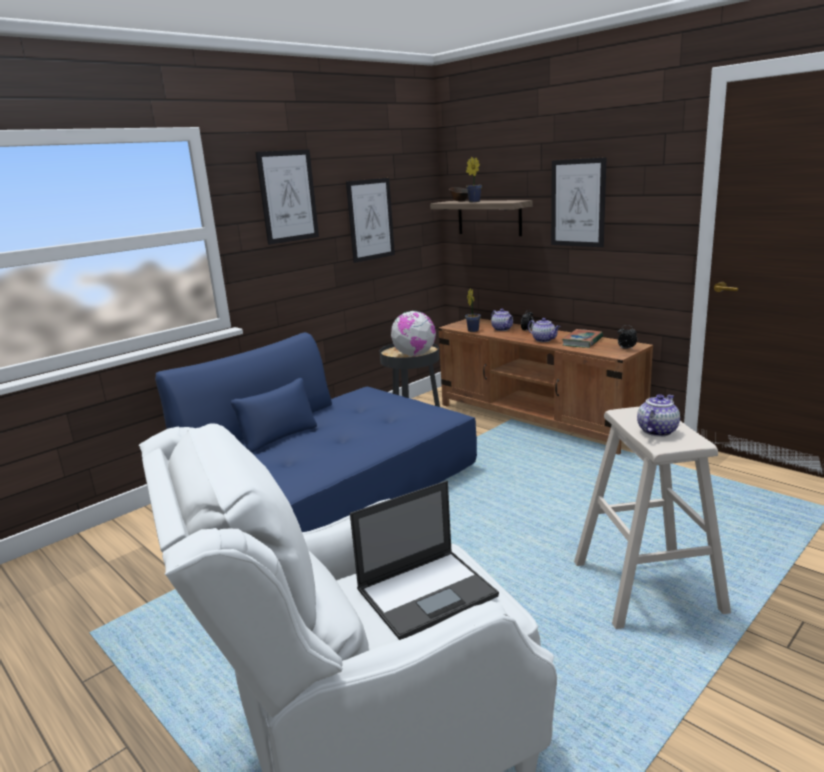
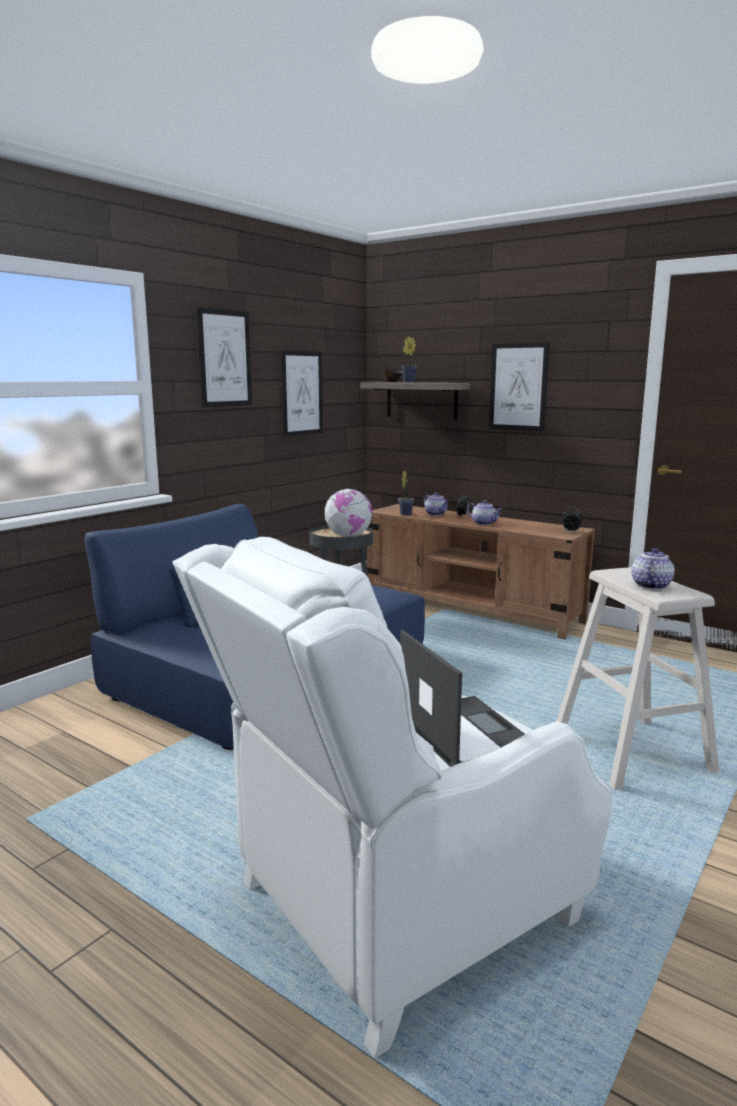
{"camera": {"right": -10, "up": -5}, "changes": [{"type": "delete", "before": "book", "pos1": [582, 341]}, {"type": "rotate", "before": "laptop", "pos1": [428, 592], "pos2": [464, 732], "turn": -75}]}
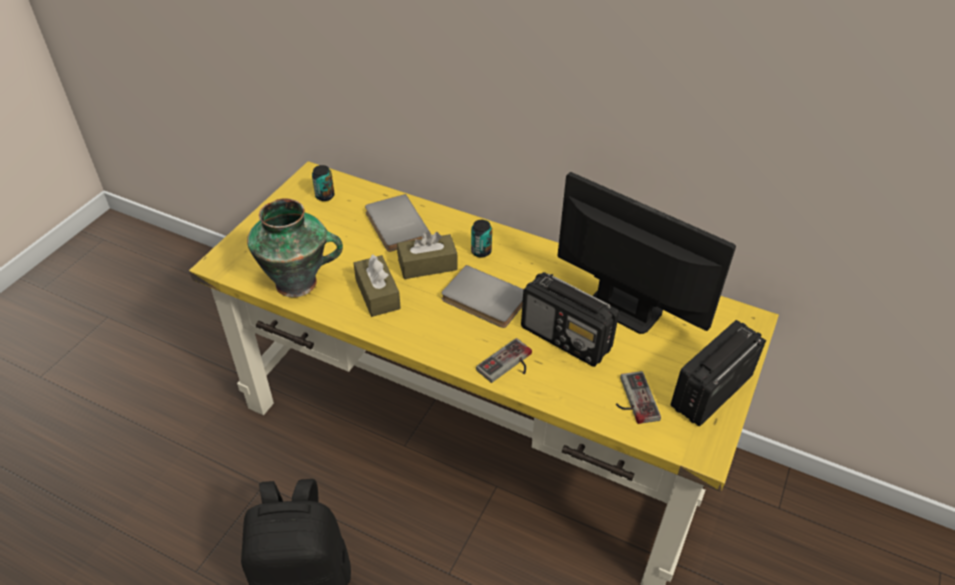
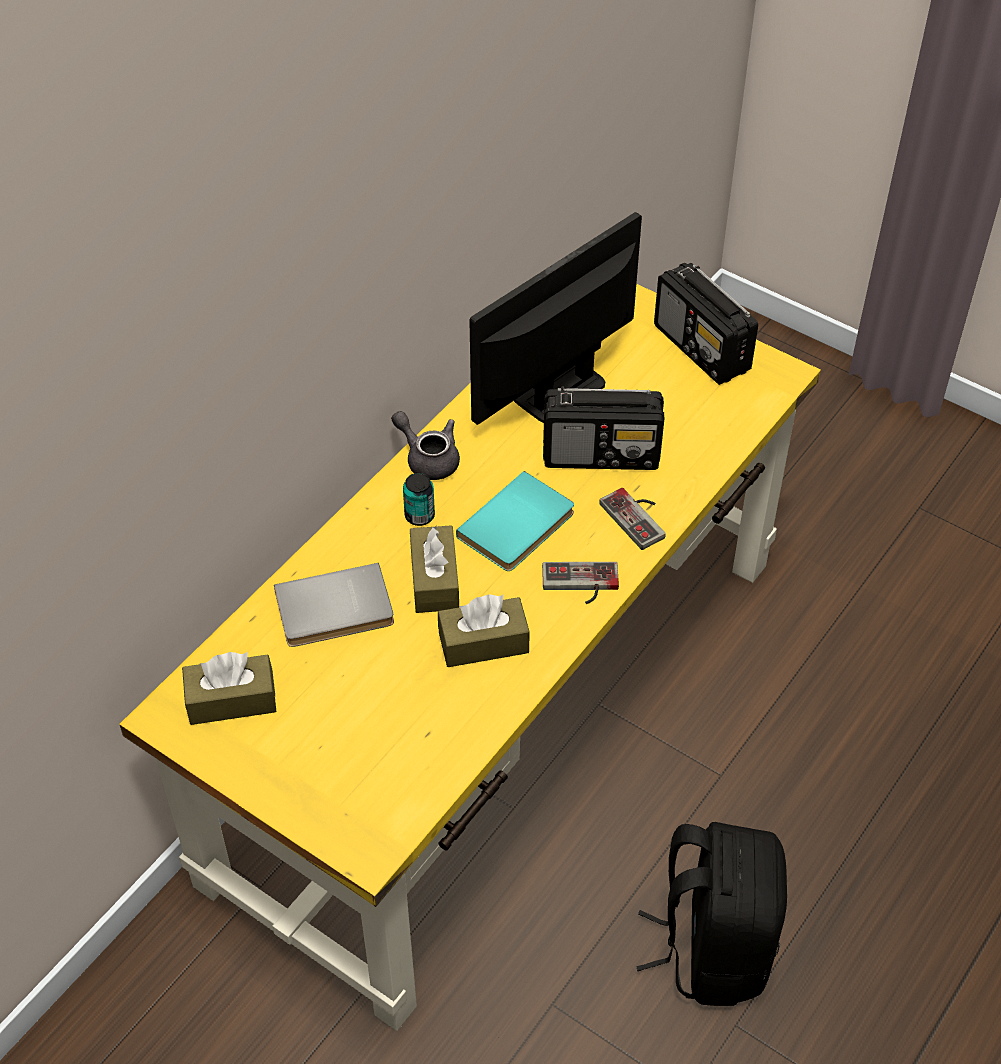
{"camera": {"right": -80, "up": 5}, "changes": [{"type": "replace", "before": "can", "after": "brown_tissue_box", "pos1": [325, 196], "pos2": [231, 700]}, {"type": "delete", "before": "vase", "pos1": [299, 283]}, {"type": "recolor", "before": "grey_book", "after": "turquoise_book", "pos1": [483, 300], "pos2": [519, 526]}, {"type": "rotate", "before": "radio", "pos1": [566, 338], "pos2": [602, 455], "turn": 45}, {"type": "move", "before": "game_controller", "pos1": [632, 399], "pos2": [580, 585]}, {"type": "insert", "after": "grey_teapot", "pos2": [428, 458]}]}
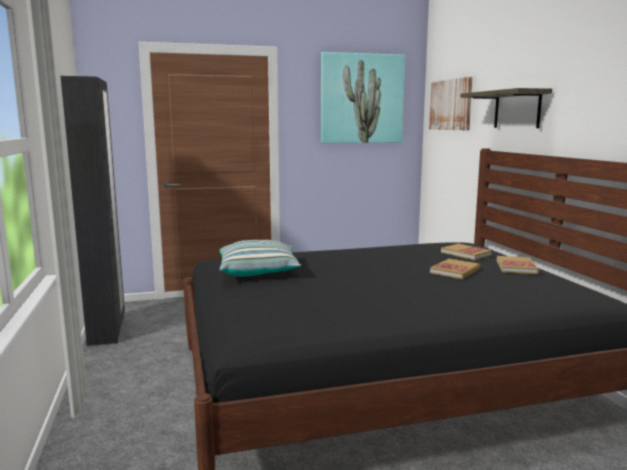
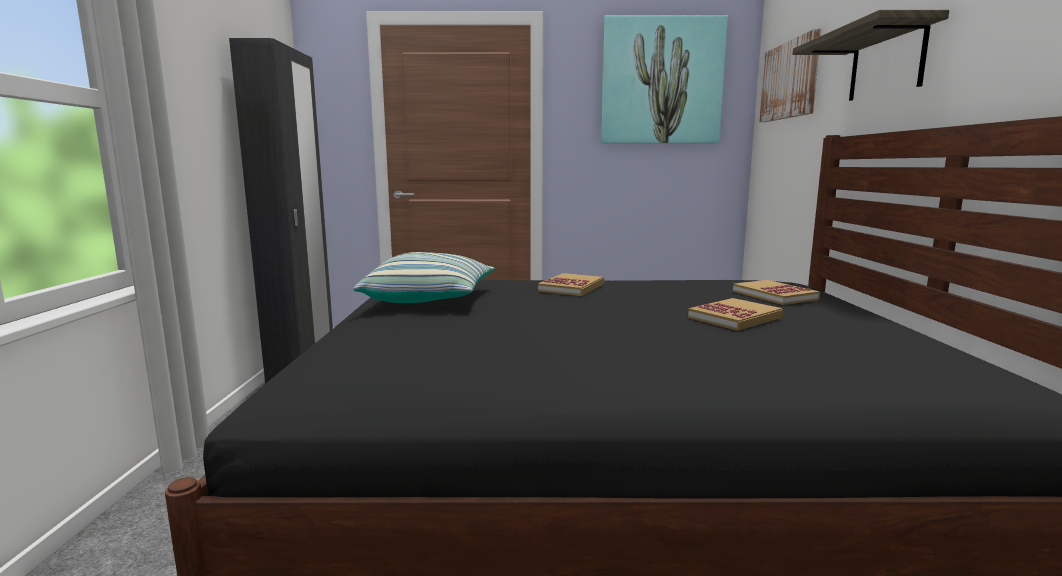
{"camera": {"right": 15, "up": 0}, "changes": [{"type": "move", "before": "book", "pos1": [516, 267], "pos2": [571, 287]}]}
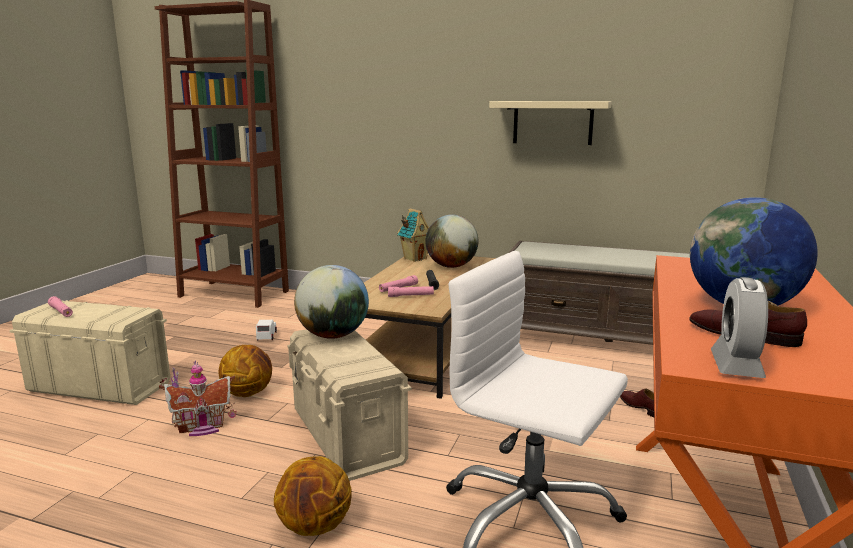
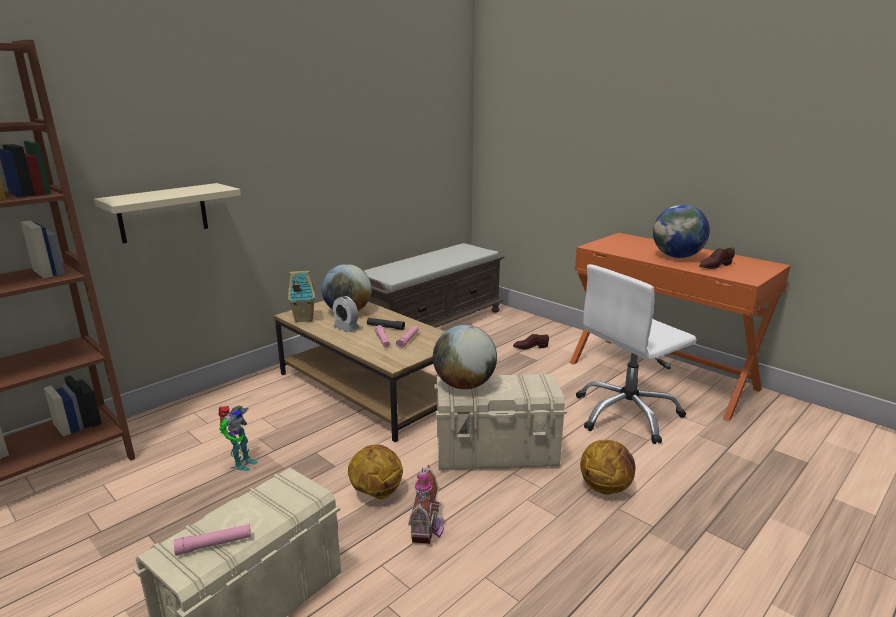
{"camera": {"right": -65, "up": 5}, "changes": [{"type": "move", "before": "beige_shelf", "pos1": [552, 122], "pos2": [163, 213]}, {"type": "move", "before": "alarm_clock", "pos1": [736, 365], "pos2": [346, 328]}, {"type": "replace", "before": "white_toy_car", "after": "toy_robot", "pos1": [267, 336], "pos2": [241, 464]}]}
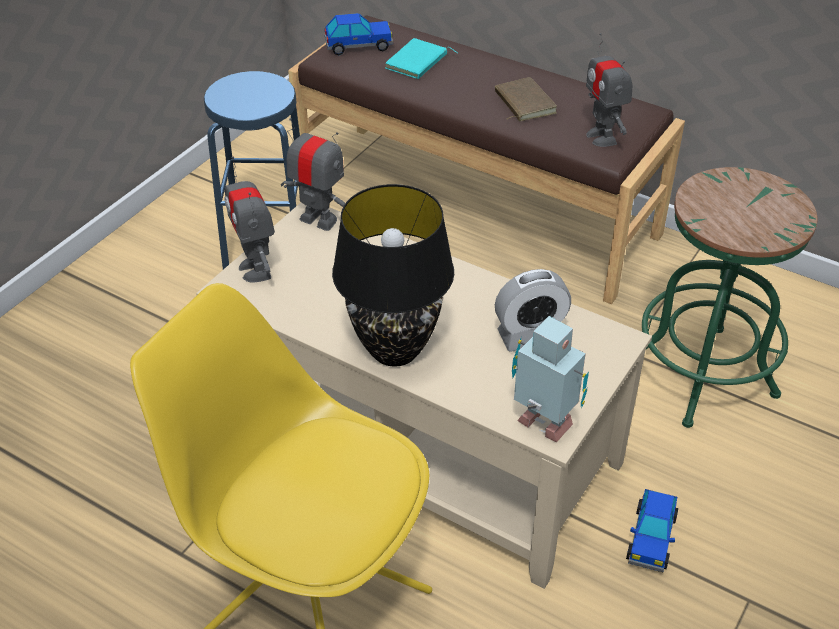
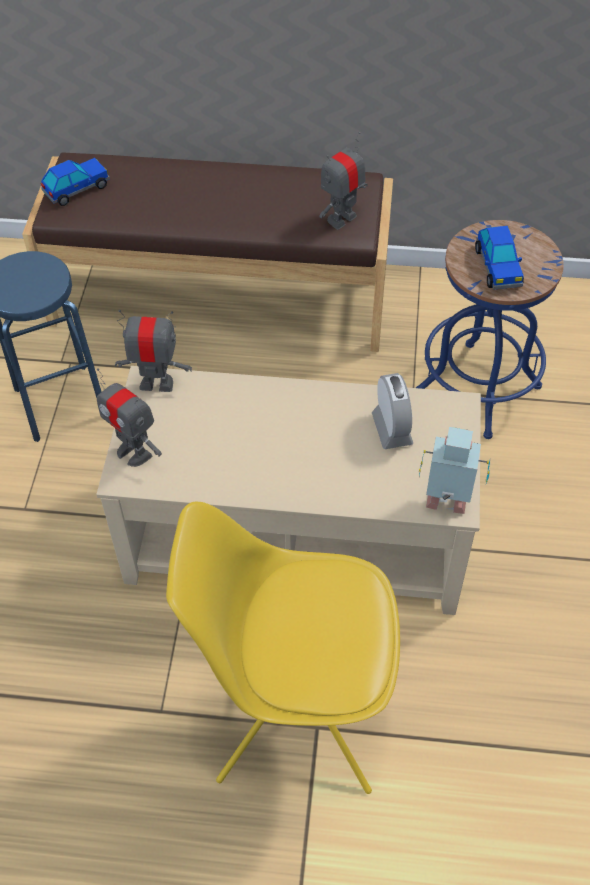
{"camera": {"right": -25, "up": 10}, "changes": [{"type": "rotate", "before": "toy_robot", "pos1": [602, 137], "pos2": [341, 219], "turn": 90}, {"type": "delete", "before": "turquoise_book", "pos1": [418, 63]}, {"type": "delete", "before": "brown_book", "pos1": [522, 103]}, {"type": "recolor", "before": "green_stool", "after": "blue_stool", "pos1": [703, 375], "pos2": [478, 389]}, {"type": "delete", "before": "black_table_lamp", "pos1": [394, 349]}, {"type": "rotate", "before": "alarm_clock", "pos1": [529, 336], "pos2": [392, 429], "turn": -60}, {"type": "move", "before": "toy_car", "pos1": [651, 538], "pos2": [498, 267]}]}
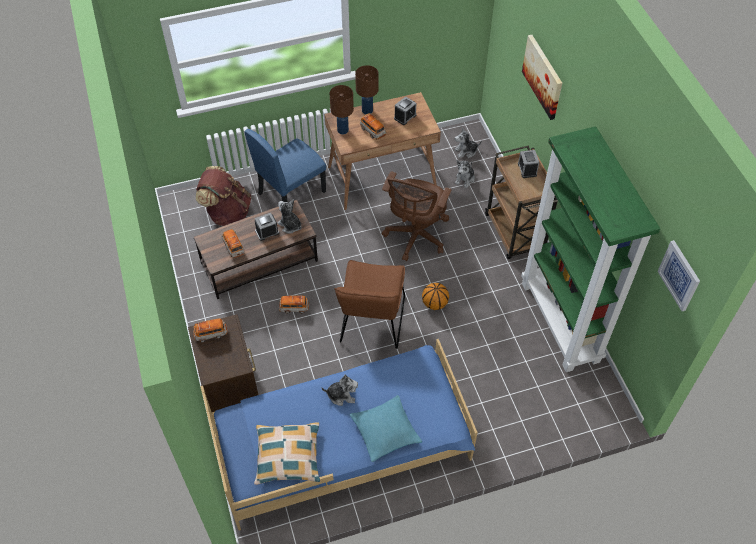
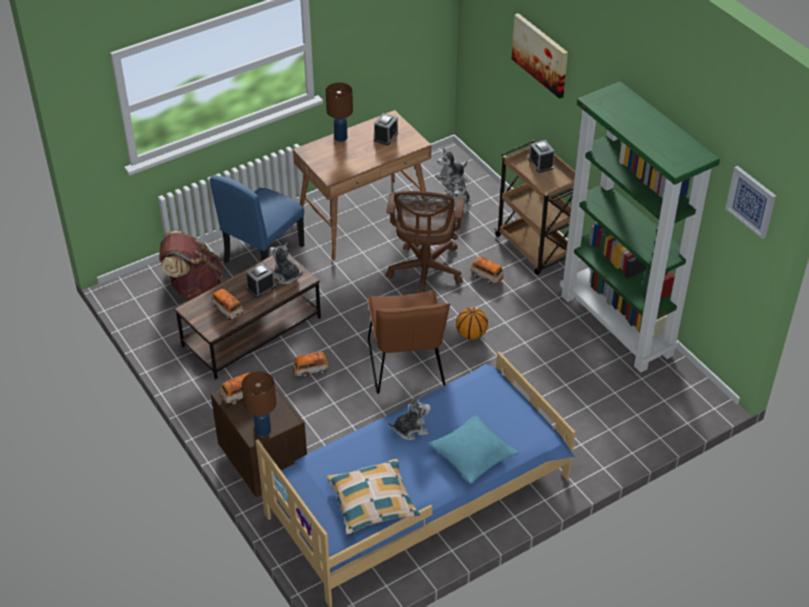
{"camera": {"right": -15, "up": -10}, "changes": [{"type": "move", "before": "brown_table_lamp", "pos1": [343, 130], "pos2": [263, 430]}, {"type": "move", "before": "toy_car", "pos1": [373, 131], "pos2": [486, 276]}]}
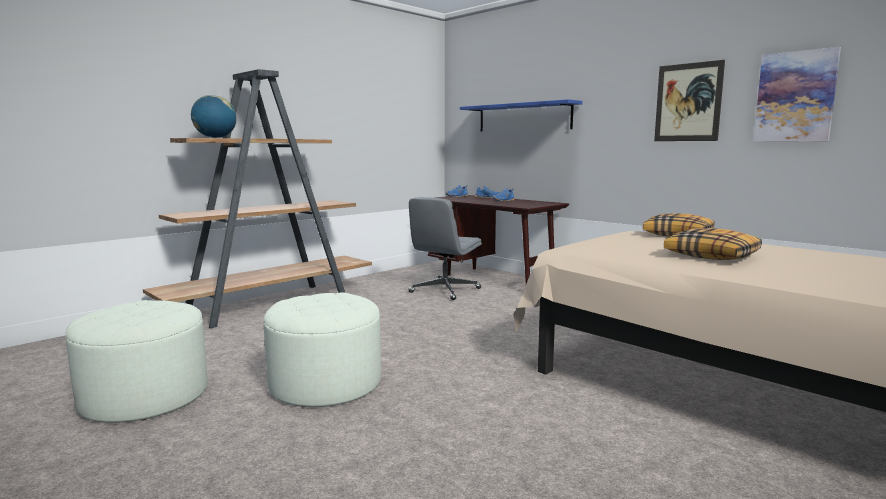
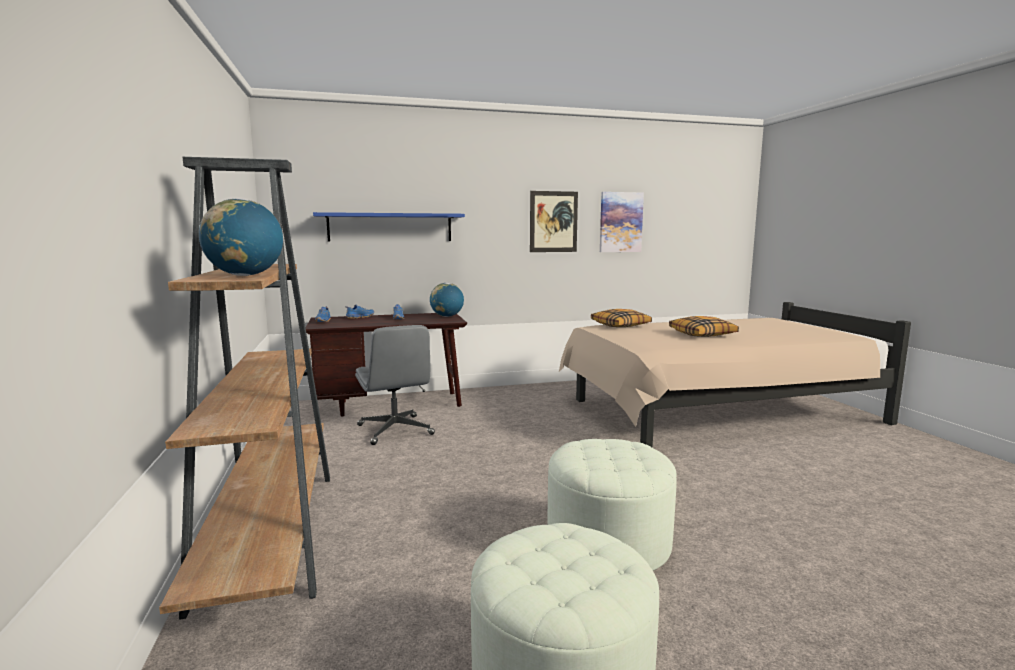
{"camera": {"right": -60, "up": 0}, "changes": [{"type": "insert", "after": "globe", "pos2": [447, 316]}]}
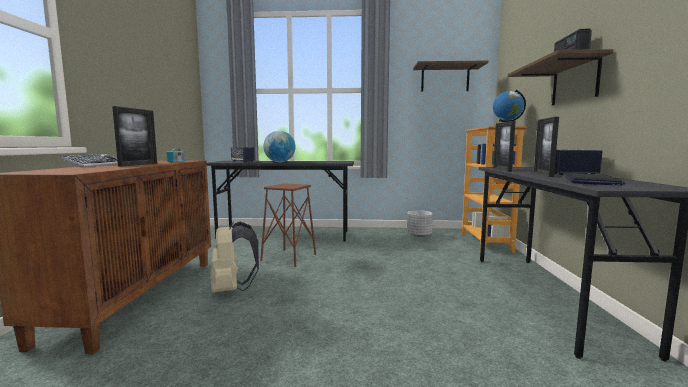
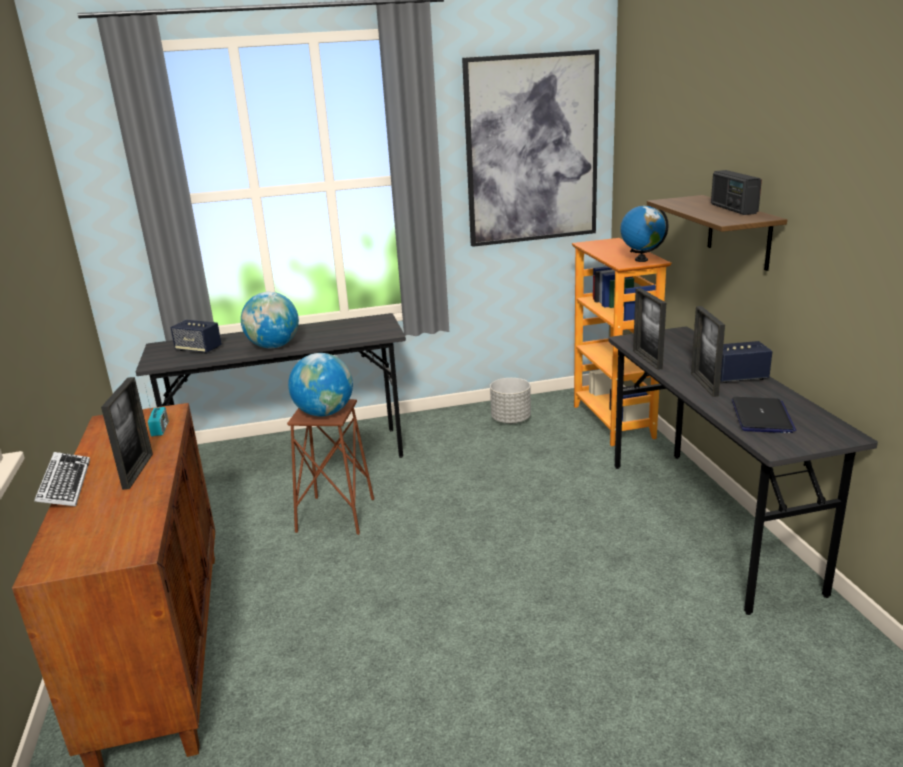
{"camera": {"right": -15, "up": 15}, "changes": [{"type": "replace", "before": "shelf", "after": "picture", "pos1": [445, 79], "pos2": [531, 150]}, {"type": "delete", "before": "beige_backpack", "pos1": [232, 289]}, {"type": "insert", "after": "globe", "pos2": [324, 413]}]}
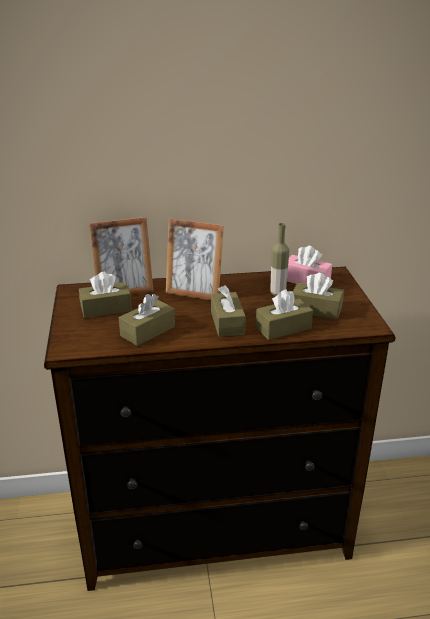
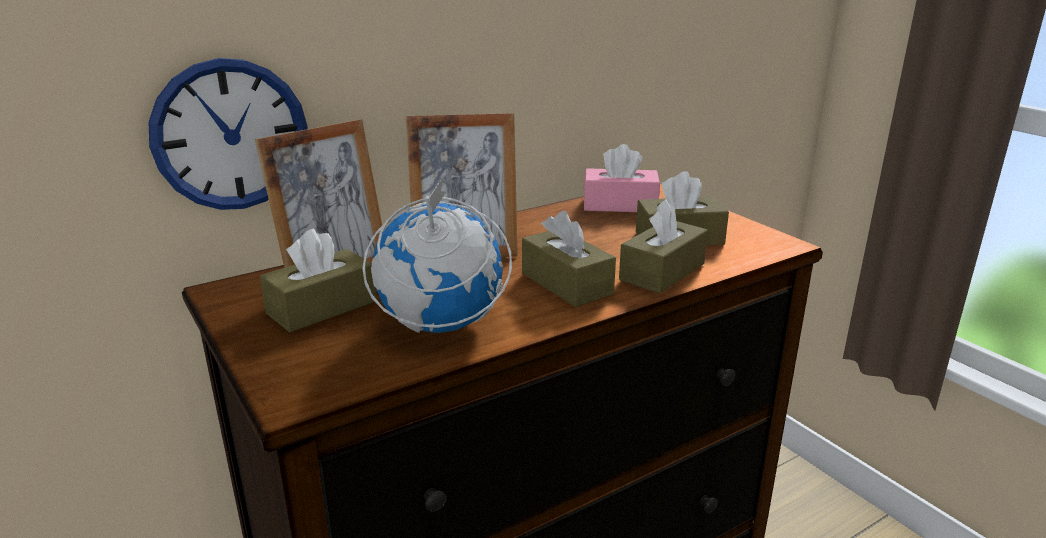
{"camera": {"right": -25, "up": -5}, "changes": [{"type": "delete", "before": "bottle", "pos1": [278, 293]}, {"type": "replace", "before": "brown_tissue_box", "after": "globe", "pos1": [148, 331], "pos2": [439, 326]}, {"type": "insert", "after": "wall_clock", "pos2": [231, 135]}]}
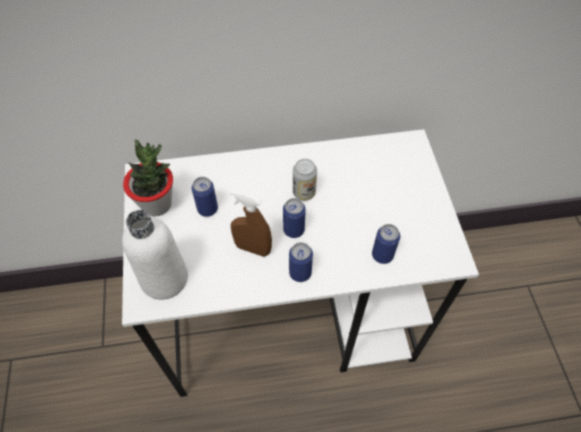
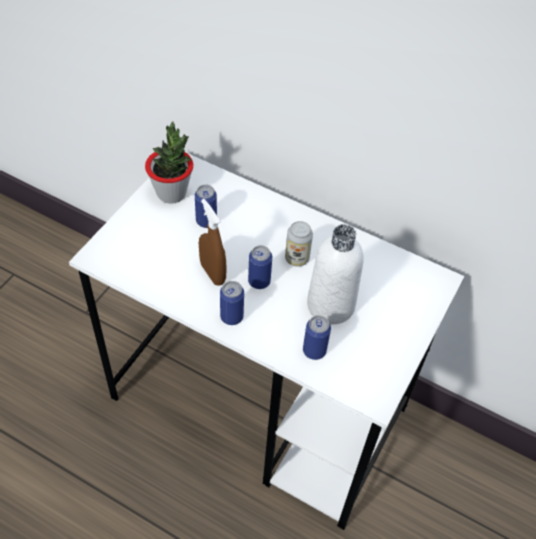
{"camera": {"right": 35, "up": -5}, "changes": [{"type": "move", "before": "white_bottle", "pos1": [164, 278], "pos2": [330, 305]}]}
